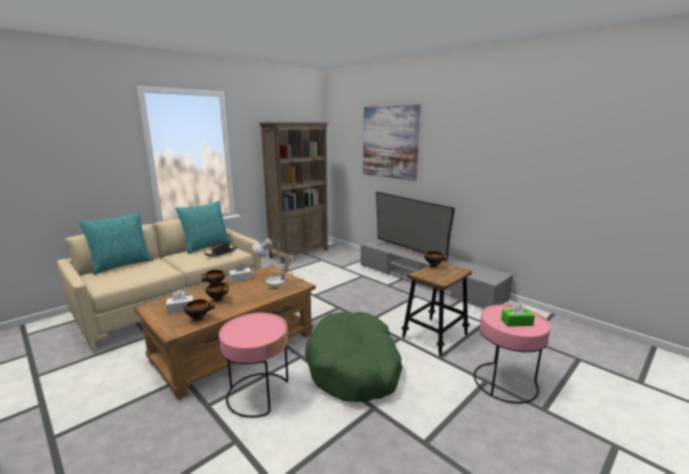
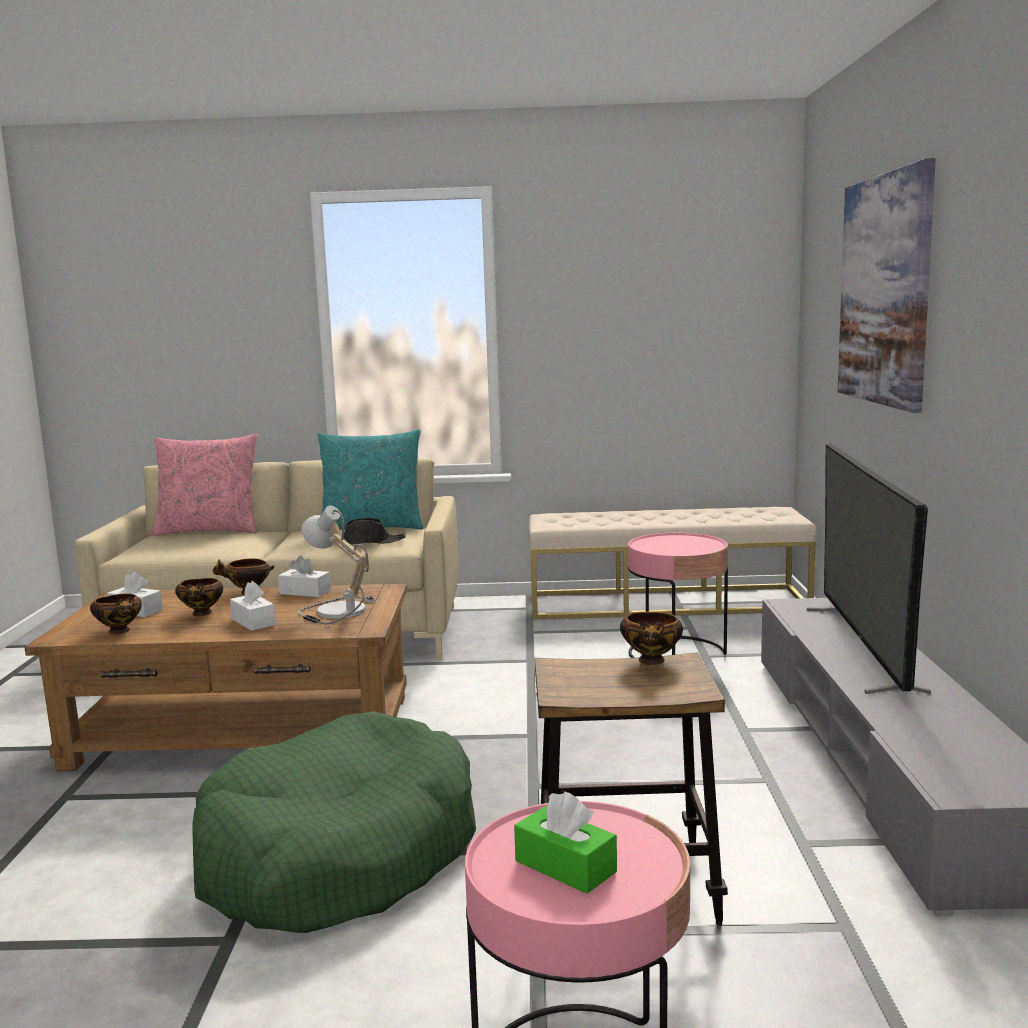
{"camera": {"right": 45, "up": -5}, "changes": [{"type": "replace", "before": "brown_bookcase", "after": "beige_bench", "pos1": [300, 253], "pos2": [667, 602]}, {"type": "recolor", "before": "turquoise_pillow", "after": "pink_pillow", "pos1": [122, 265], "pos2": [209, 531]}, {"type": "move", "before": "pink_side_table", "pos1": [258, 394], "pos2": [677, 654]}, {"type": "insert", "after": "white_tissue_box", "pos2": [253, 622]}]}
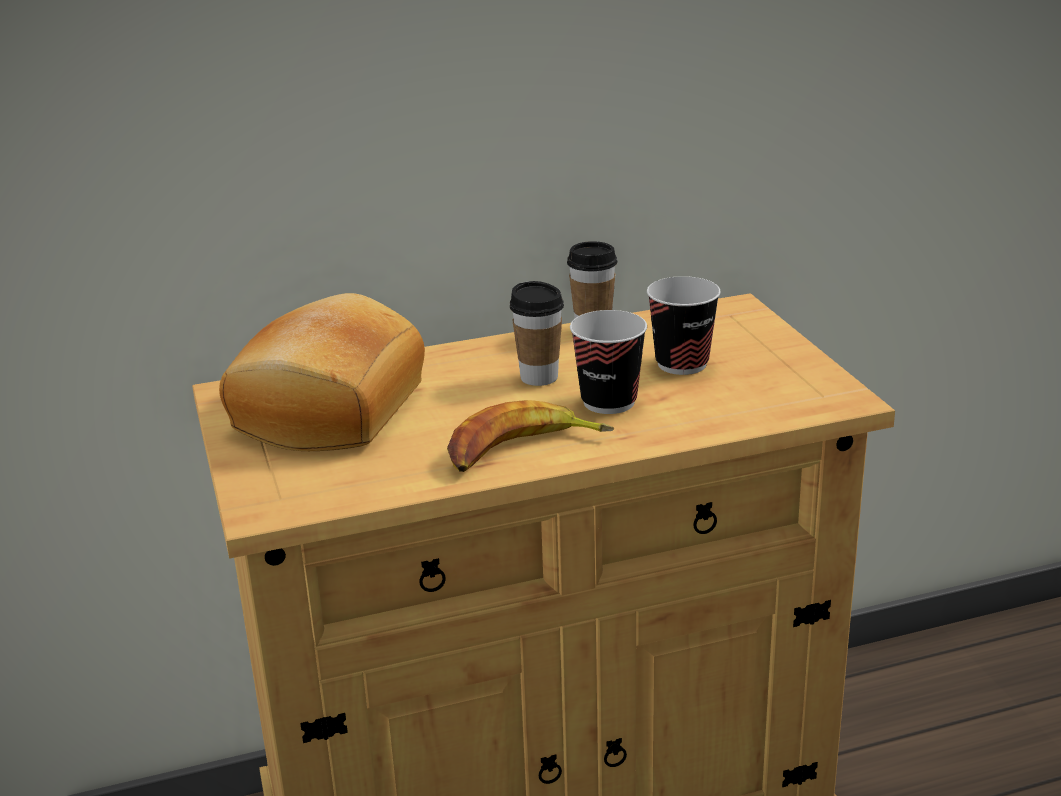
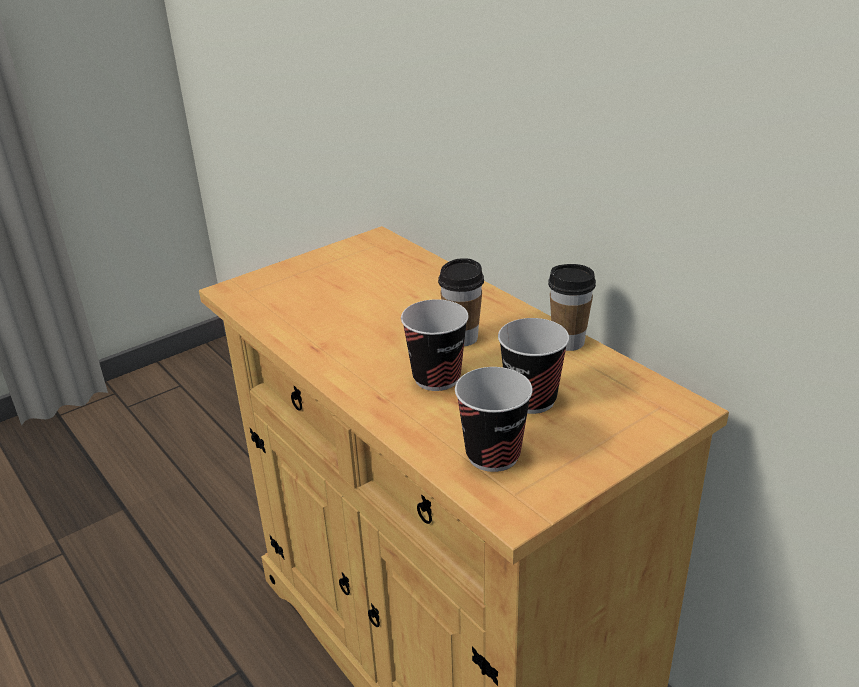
{"camera": {"right": 70, "up": 5}, "changes": [{"type": "delete", "before": "bread", "pos1": [325, 409]}, {"type": "delete", "before": "banana", "pos1": [523, 450]}, {"type": "insert", "after": "cup", "pos2": [493, 455]}]}
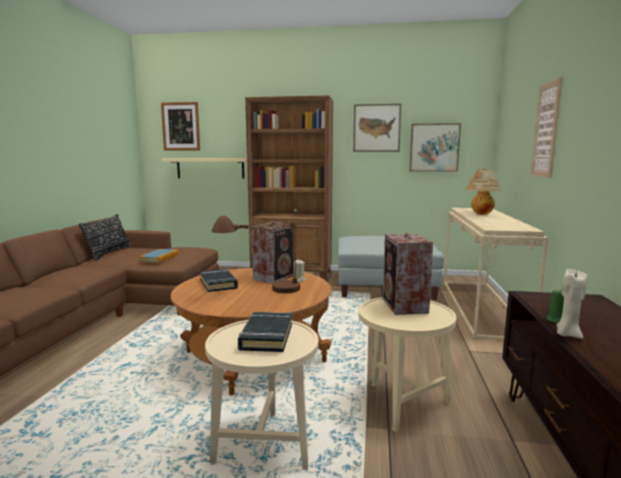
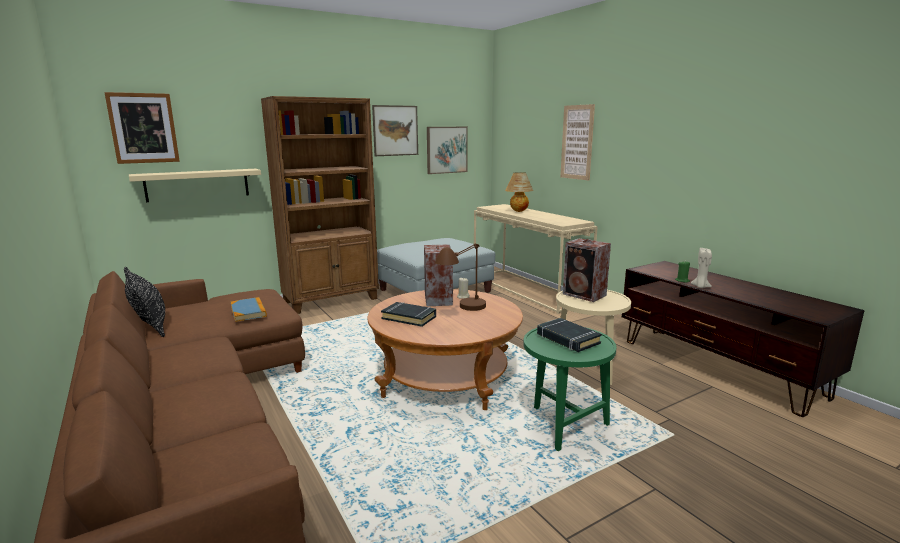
{"camera": {"right": -40, "up": 5}, "changes": [{"type": "recolor", "before": "beige_side_table", "after": "green_side_table", "pos1": [264, 444], "pos2": [563, 425]}]}
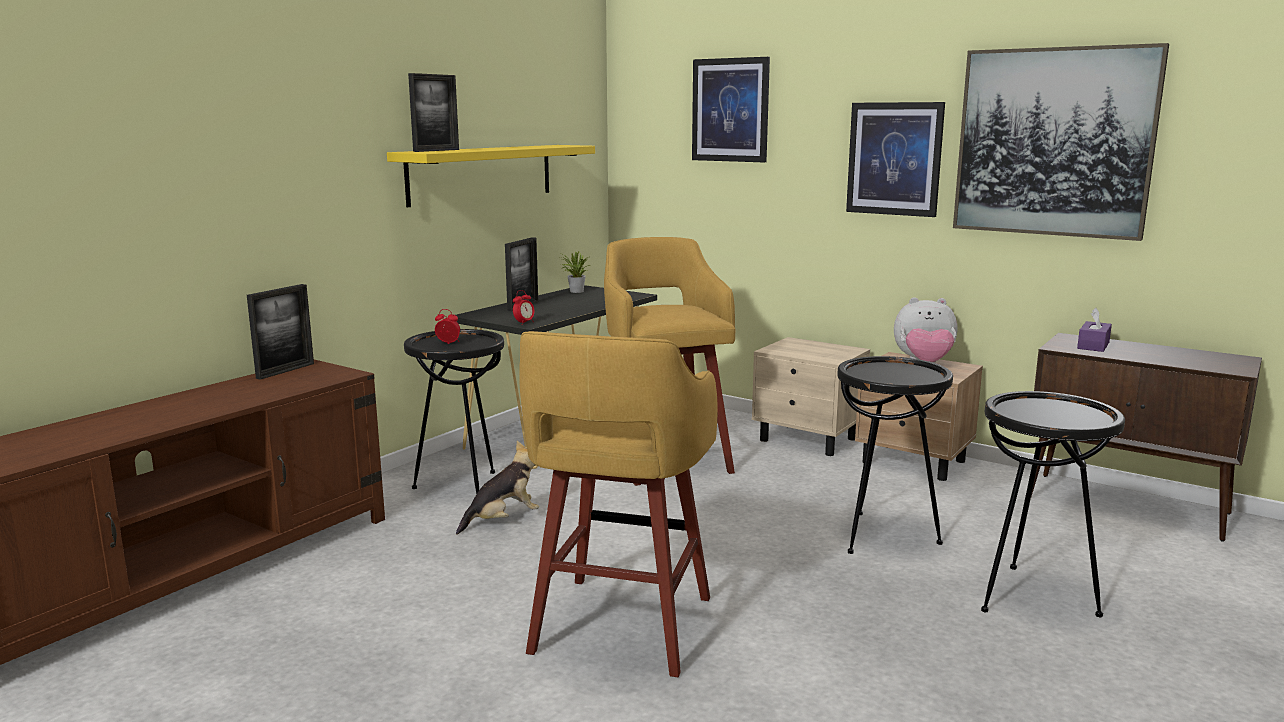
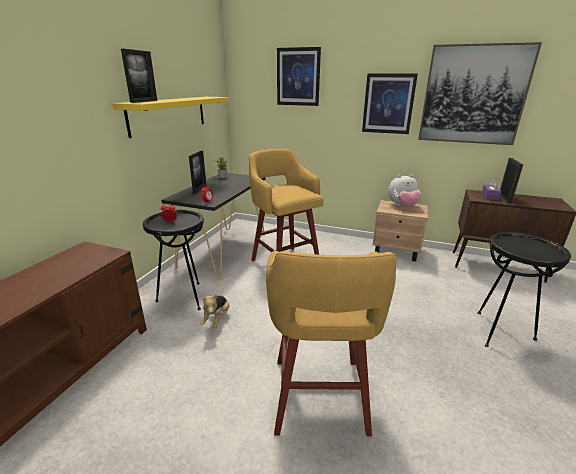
{"camera": {"right": -15, "up": 10}, "changes": [{"type": "move", "before": "picture_frame", "pos1": [285, 371], "pos2": [504, 198]}, {"type": "delete", "before": "beige_nightstand", "pos1": [809, 440]}, {"type": "delete", "before": "black_side_table", "pos1": [883, 536]}, {"type": "rotate", "before": "plush_toy", "pos1": [503, 520], "pos2": [217, 319], "turn": 150}]}
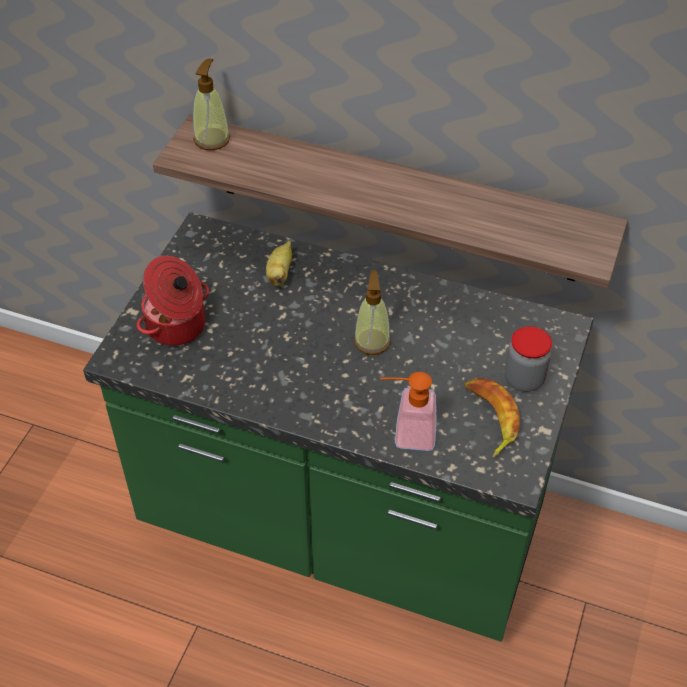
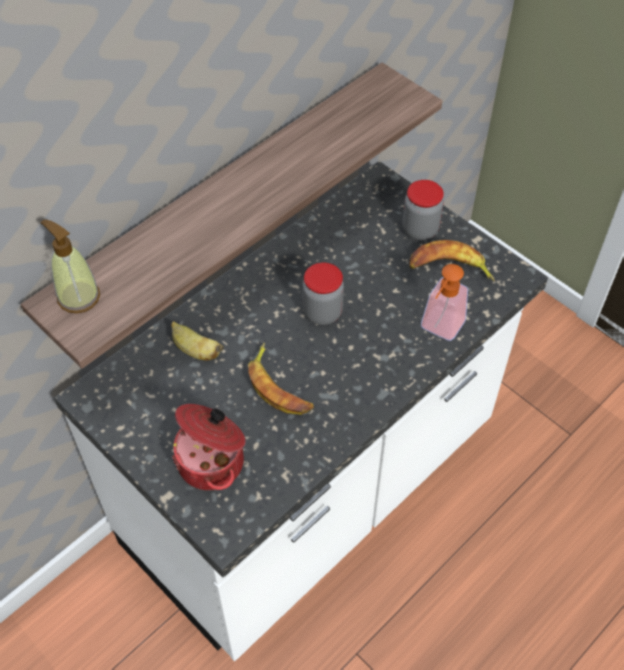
{"camera": {"right": -65, "up": 5}, "changes": [{"type": "recolor", "before": "green_counter", "after": "white_counter", "pos1": [343, 523], "pos2": [311, 489]}, {"type": "replace", "before": "soap_dispenser", "after": "jar", "pos1": [372, 341], "pos2": [322, 312]}, {"type": "insert", "after": "banana", "pos2": [279, 386]}]}
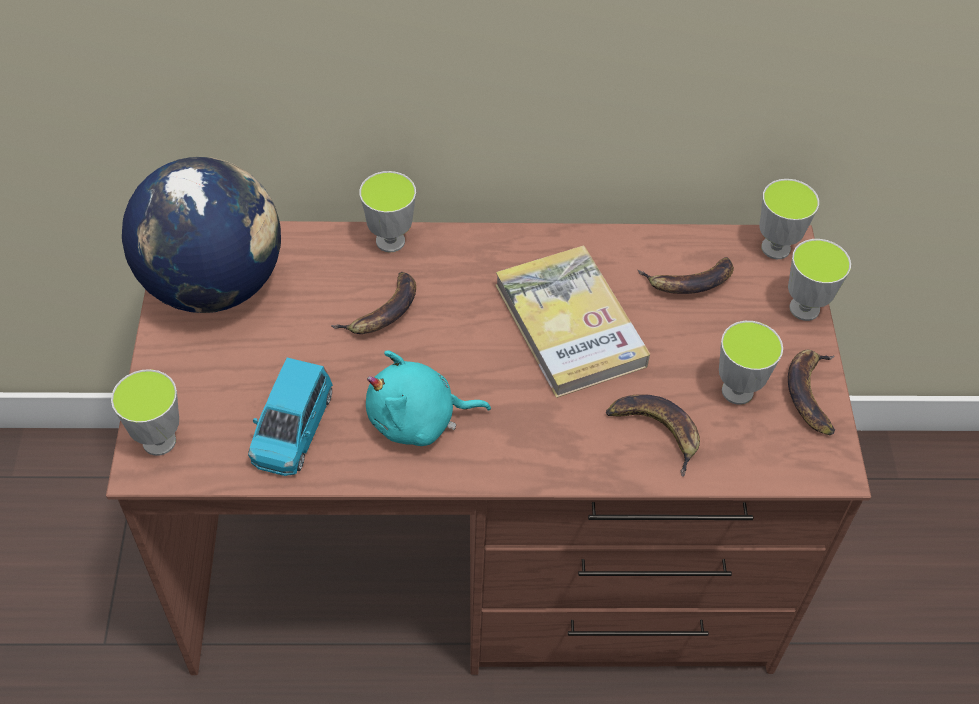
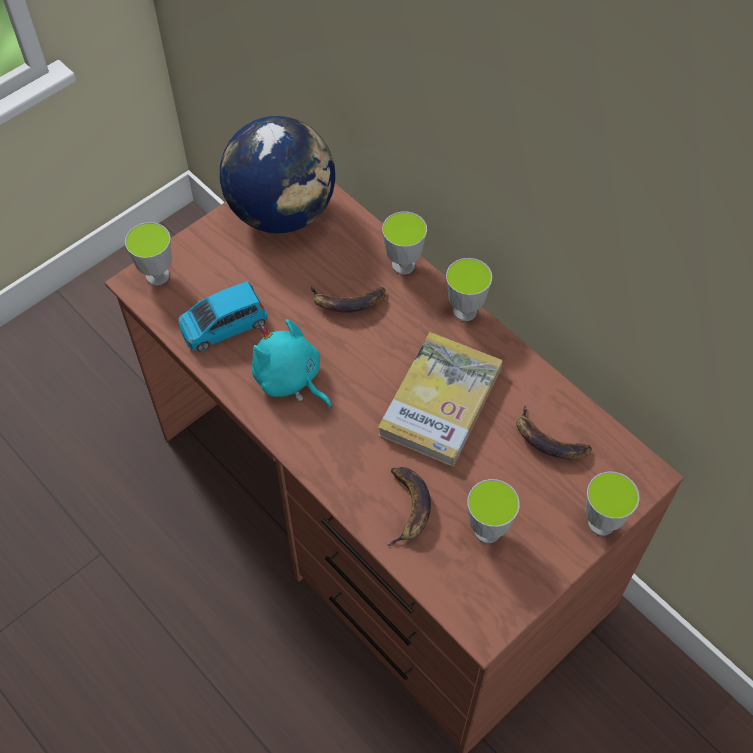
{"camera": {"right": 50, "up": 5}, "changes": [{"type": "move", "before": "cup", "pos1": [775, 248], "pos2": [465, 311]}, {"type": "delete", "before": "banana", "pos1": [810, 394]}]}
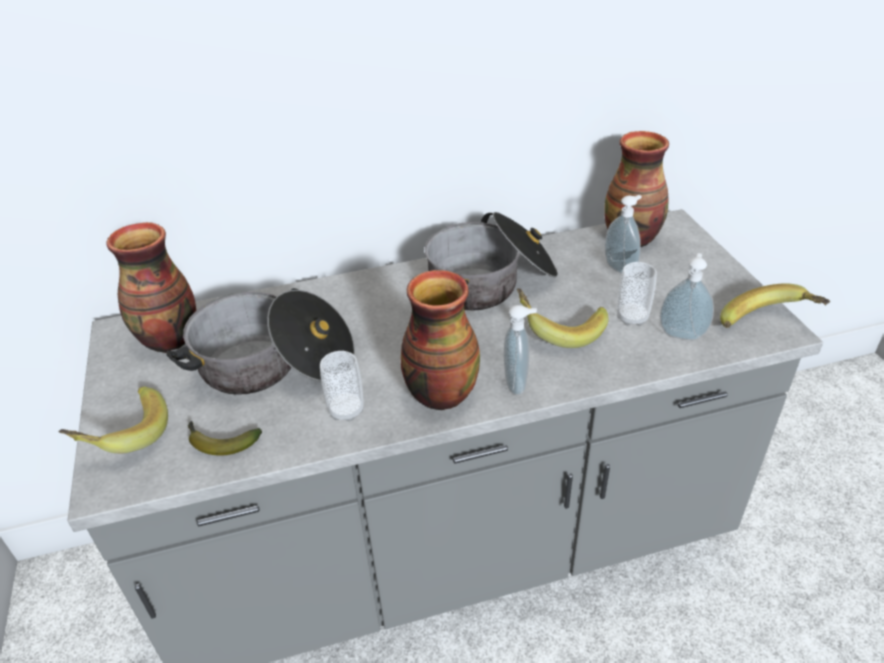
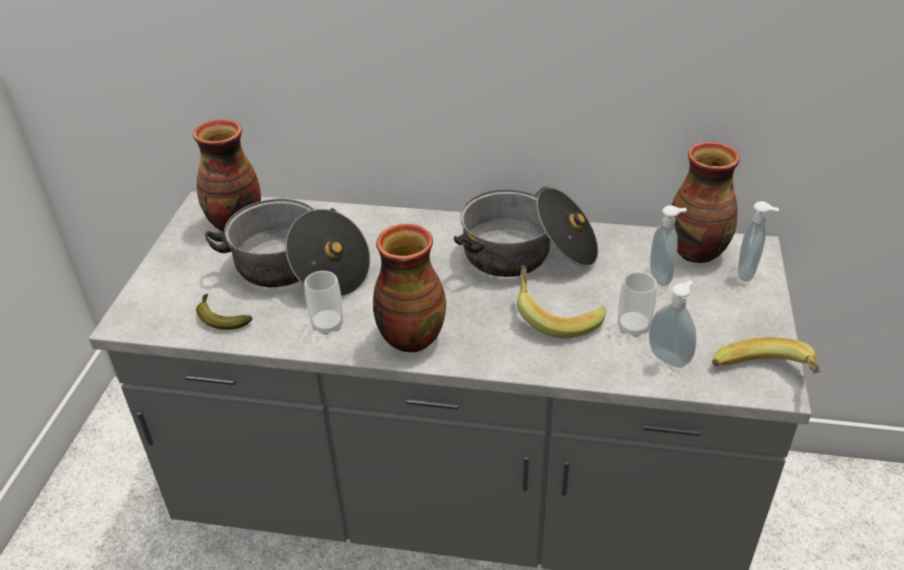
{"camera": {"right": 25, "up": 0}, "changes": [{"type": "move", "before": "soap_dispenser", "pos1": [517, 383], "pos2": [748, 274]}, {"type": "delete", "before": "banana", "pos1": [124, 436]}]}
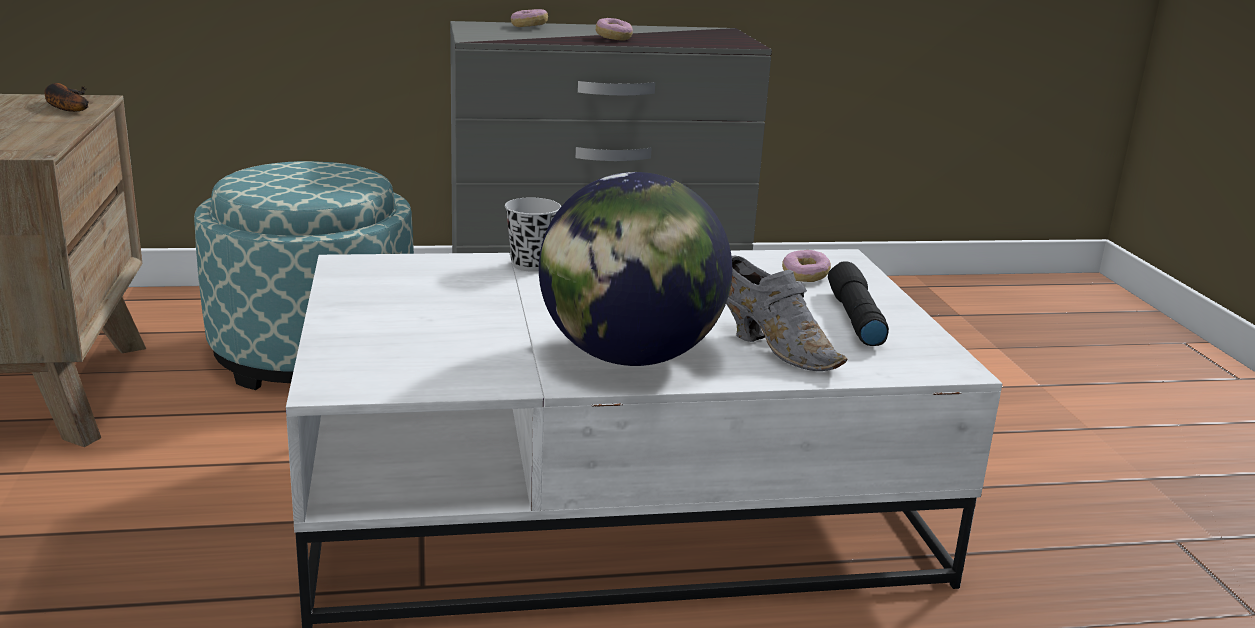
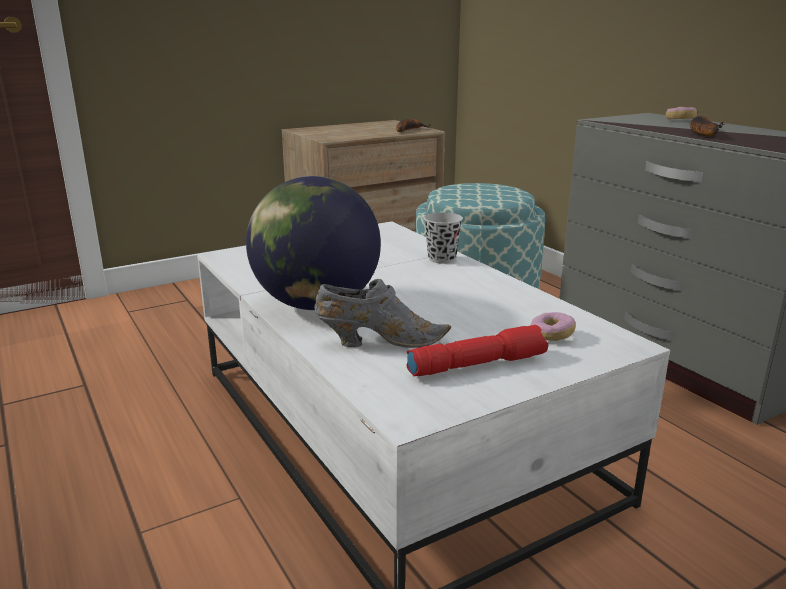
{"camera": {"right": 70, "up": 0}, "changes": [{"type": "replace", "before": "donut", "after": "banana", "pos1": [613, 38], "pos2": [702, 132]}, {"type": "rotate", "before": "grey_shoe", "pos1": [774, 347], "pos2": [377, 342], "turn": -120}, {"type": "recolor", "before": "black_flashlight", "after": "red_flashlight", "pos1": [854, 318], "pos2": [477, 364]}]}
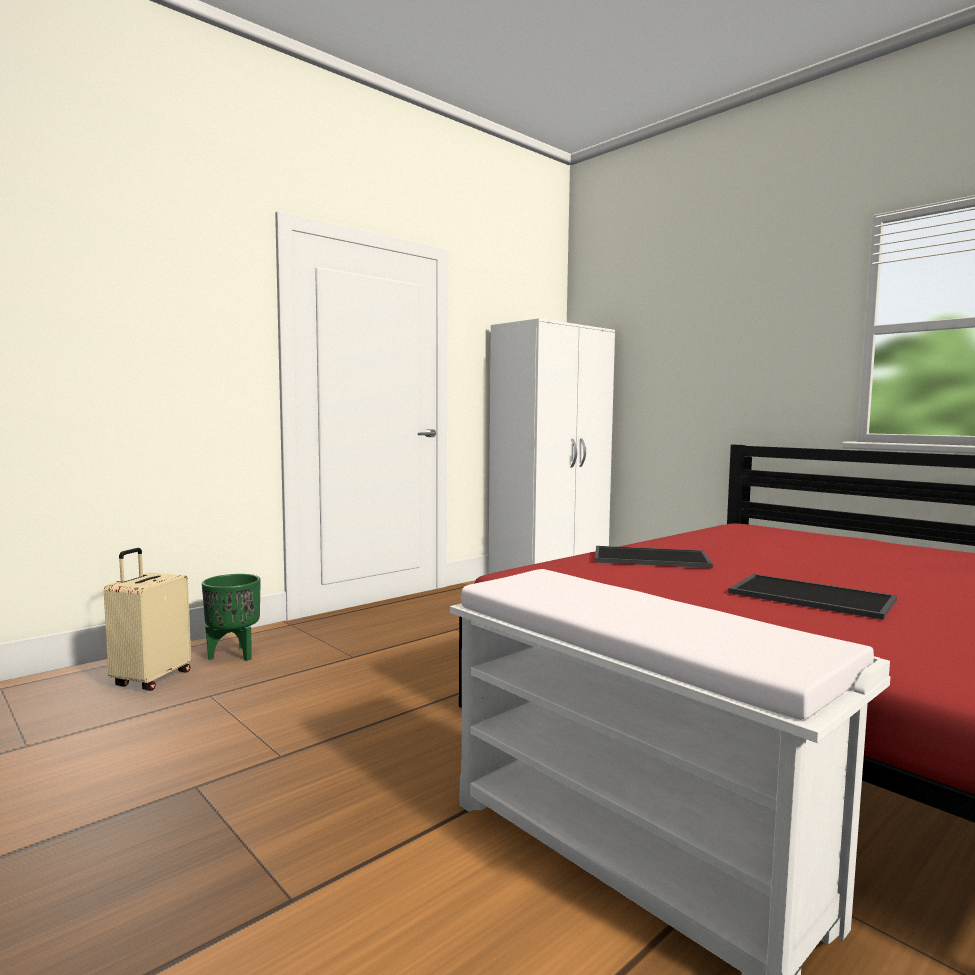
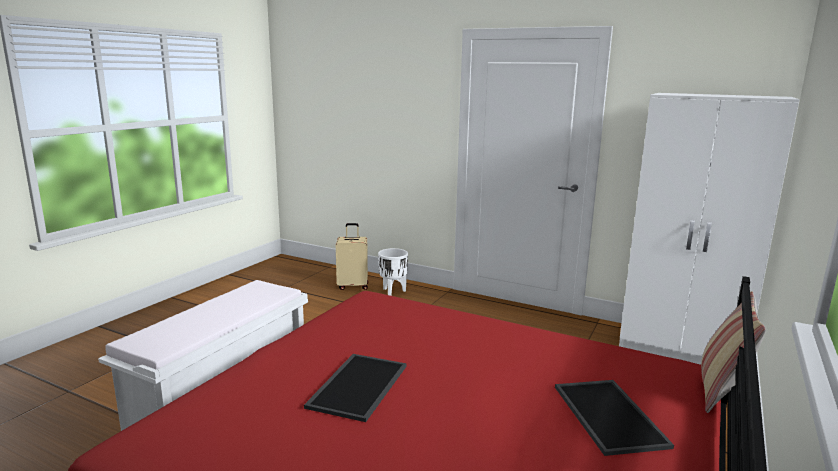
{"camera": {"right": 70, "up": 10}, "changes": [{"type": "move", "before": "tray", "pos1": [649, 558], "pos2": [606, 415]}, {"type": "recolor", "before": "green_planter", "after": "white_planter", "pos1": [233, 655], "pos2": [392, 292]}, {"type": "insert", "after": "pillow", "pos2": [721, 390]}]}
